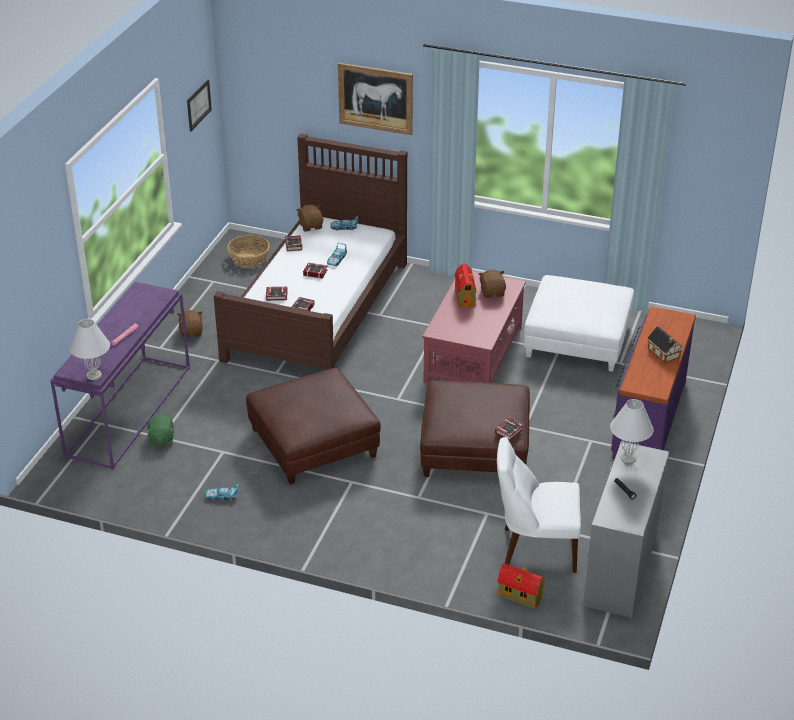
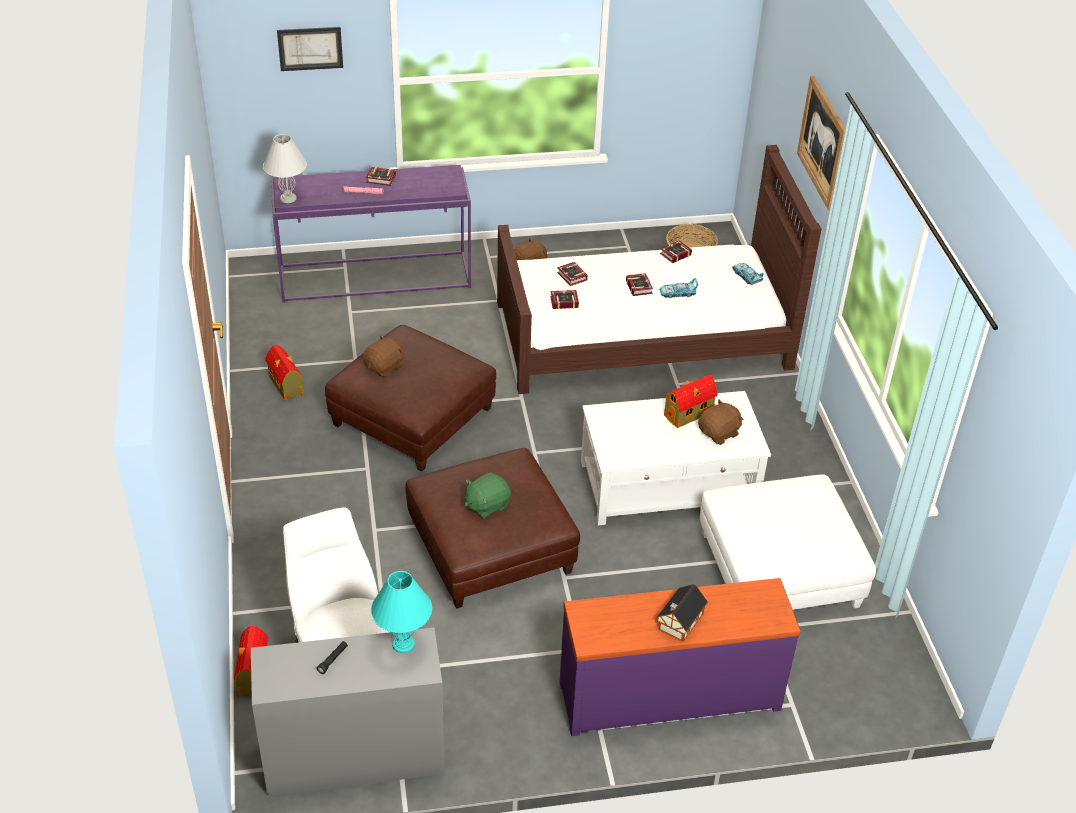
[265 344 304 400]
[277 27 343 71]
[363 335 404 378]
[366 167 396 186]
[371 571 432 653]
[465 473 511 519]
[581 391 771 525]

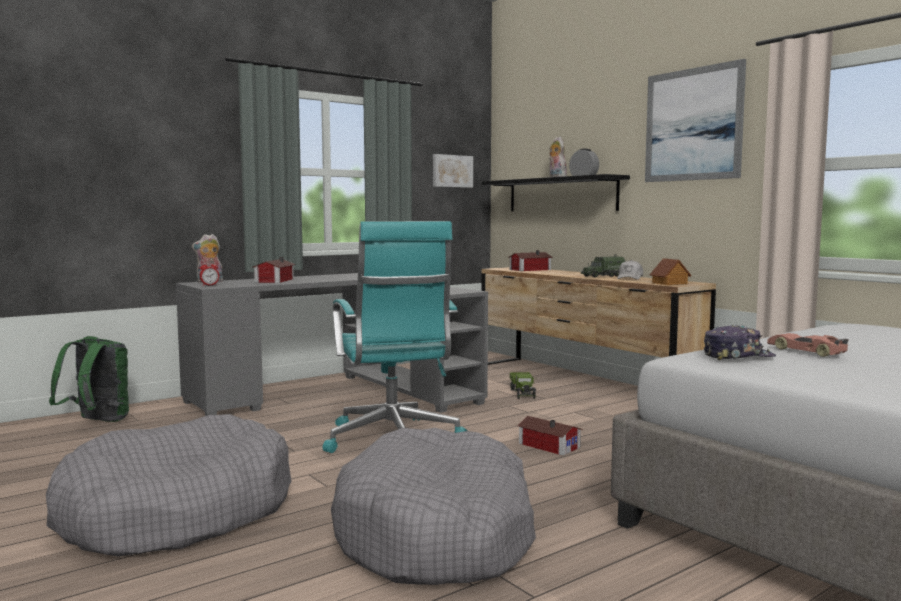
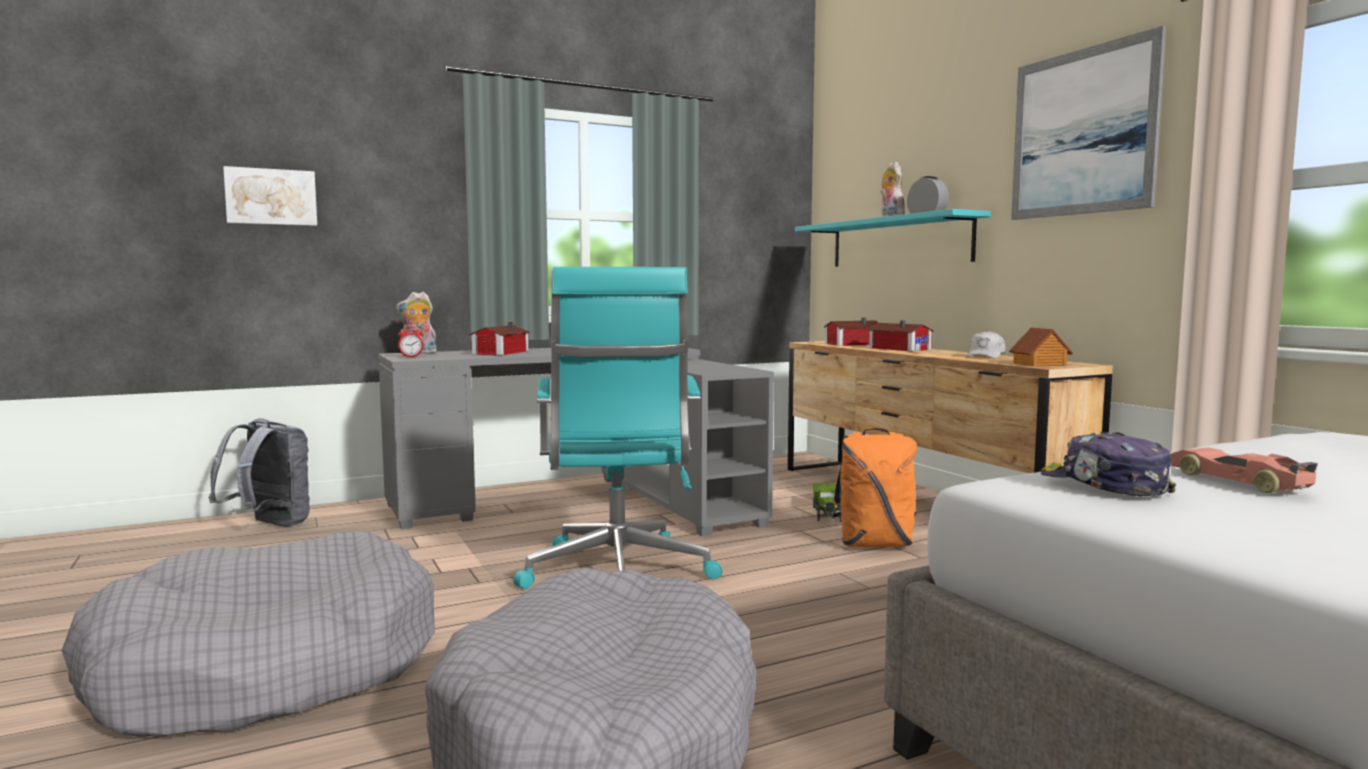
[209 418 310 527]
[223 166 317 226]
[795 209 991 267]
[833 428 917 547]
[868 320 934 351]
[1041 432 1176 496]
[581 254 625 277] (first image)

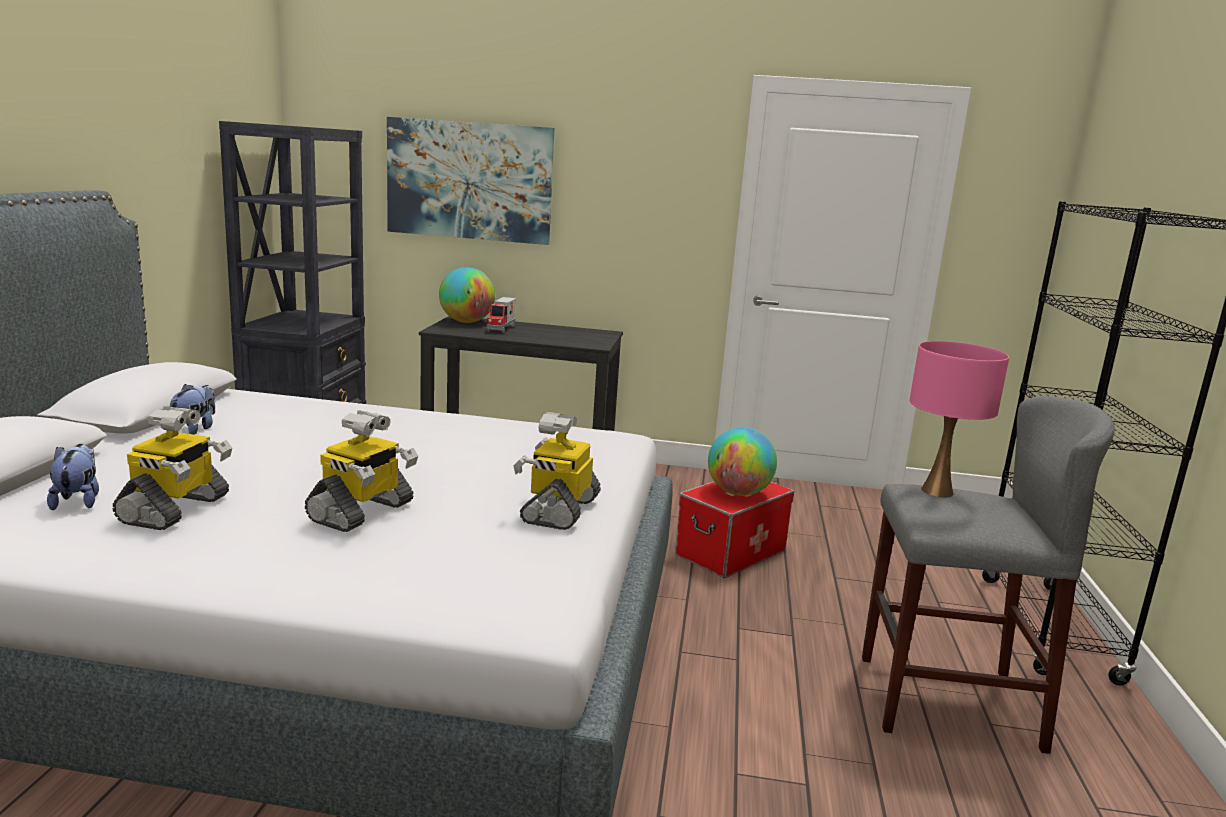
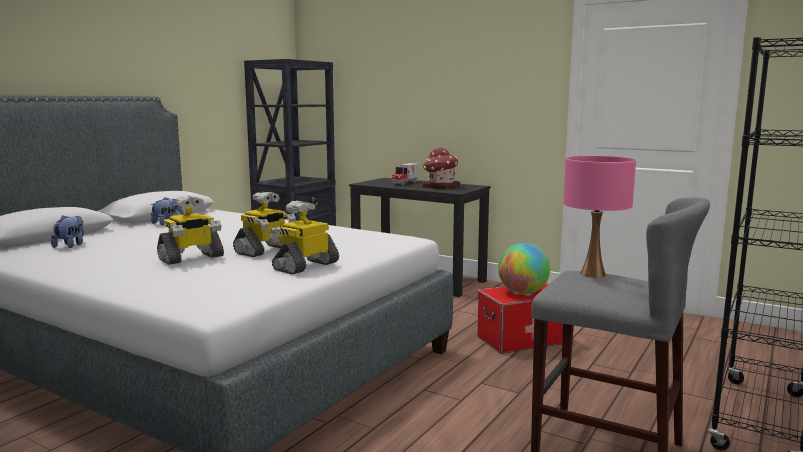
[233 192 296 257]
[422 147 460 189]
[387 117 554 245] (first image)
[439 267 495 323] (first image)

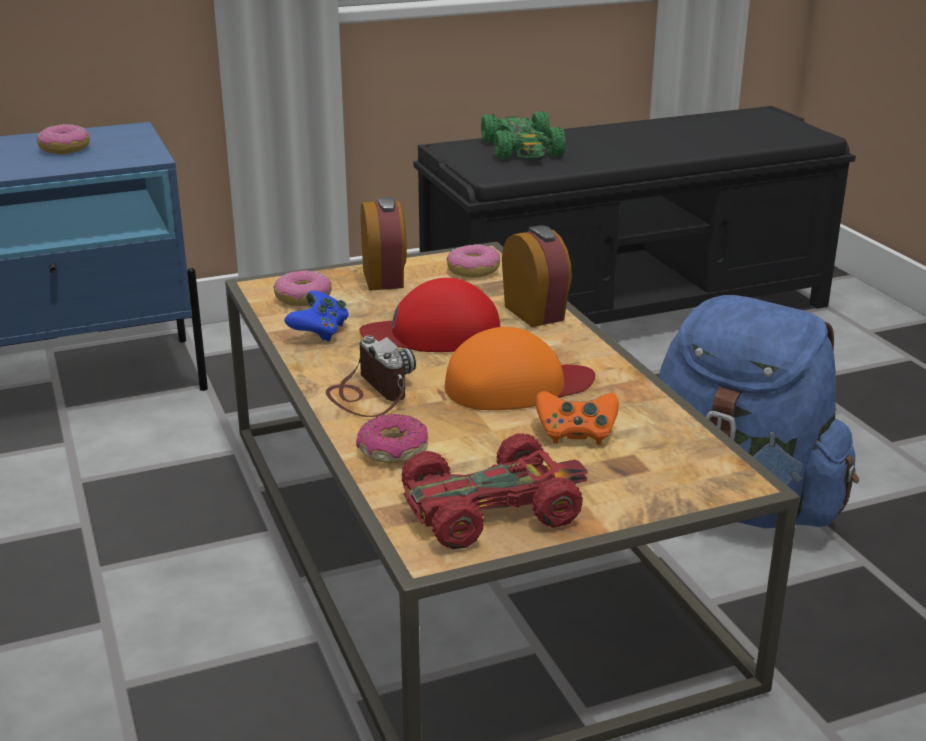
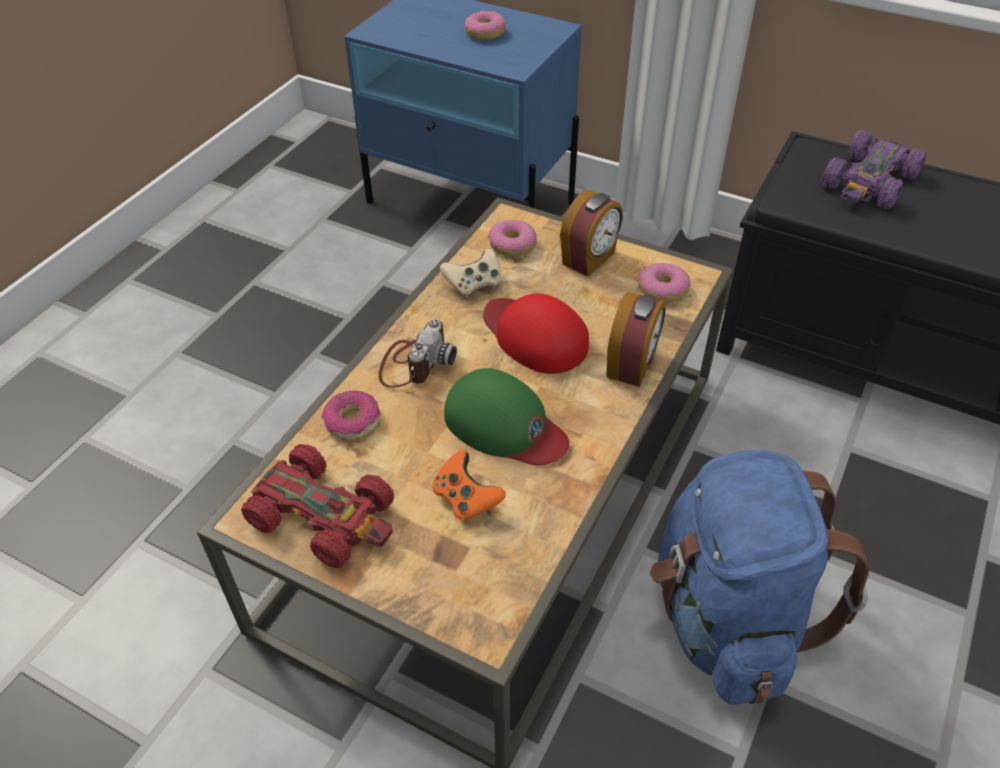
[440 249 501 298]
[444 368 569 466]
[821 130 927 209]

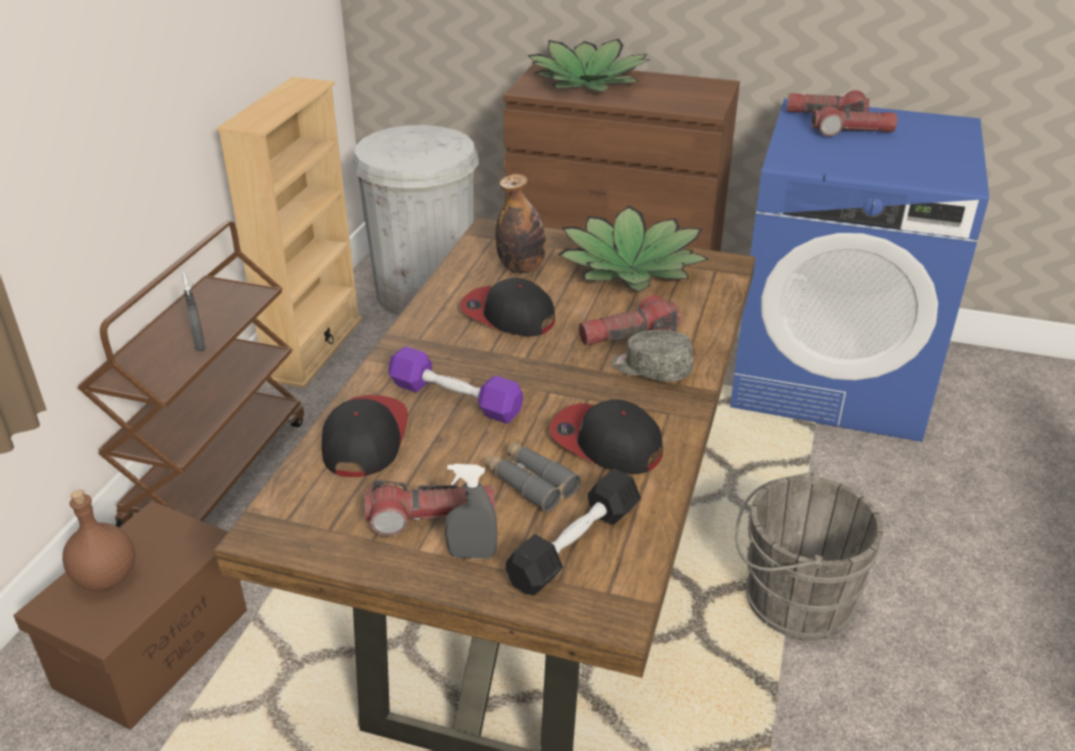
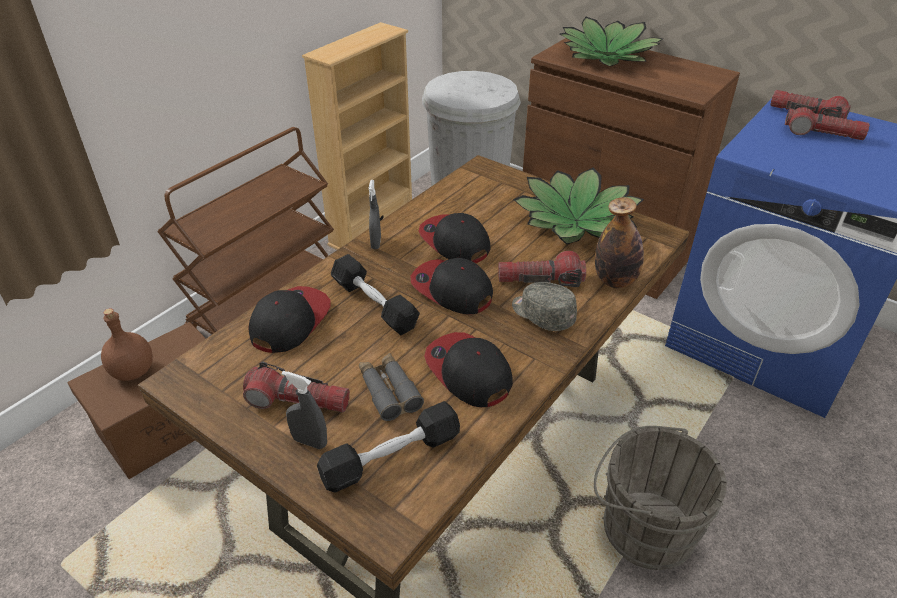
[331 254 420 335]
[369 180 381 249]
[411 258 493 314]
[595 197 644 288]

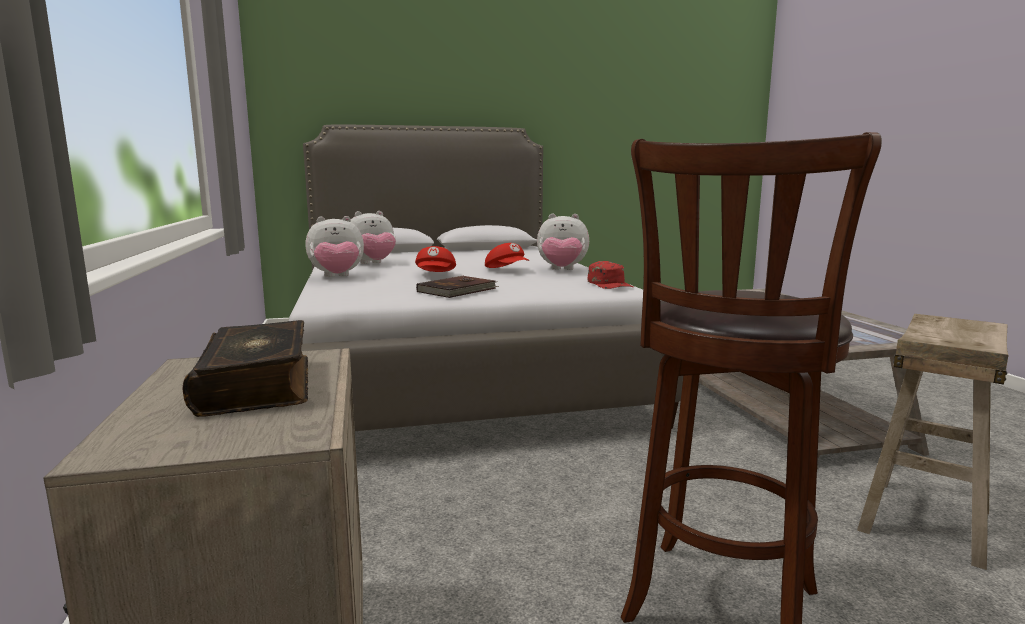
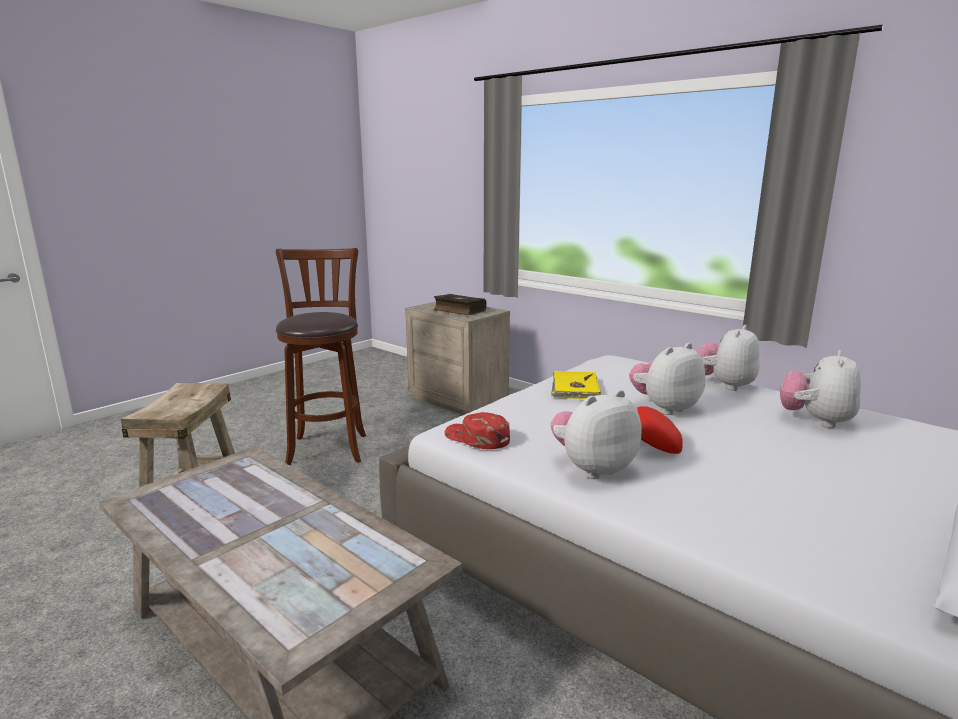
[551 371 601 399]
[629 343 705 415]

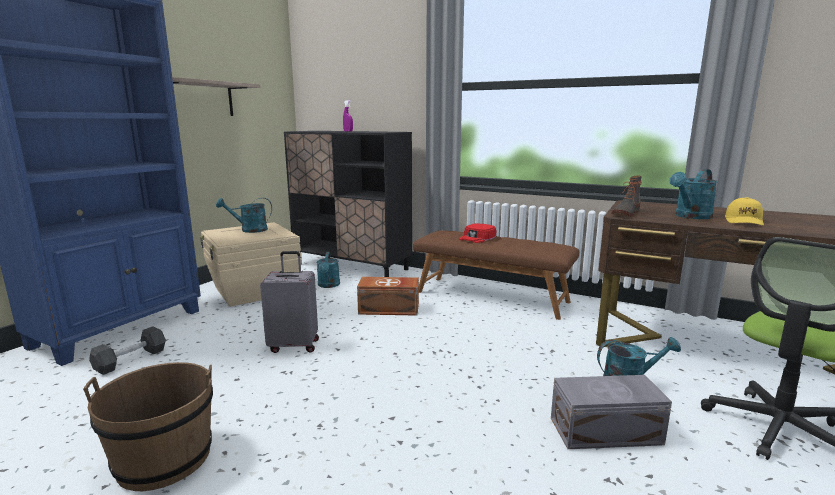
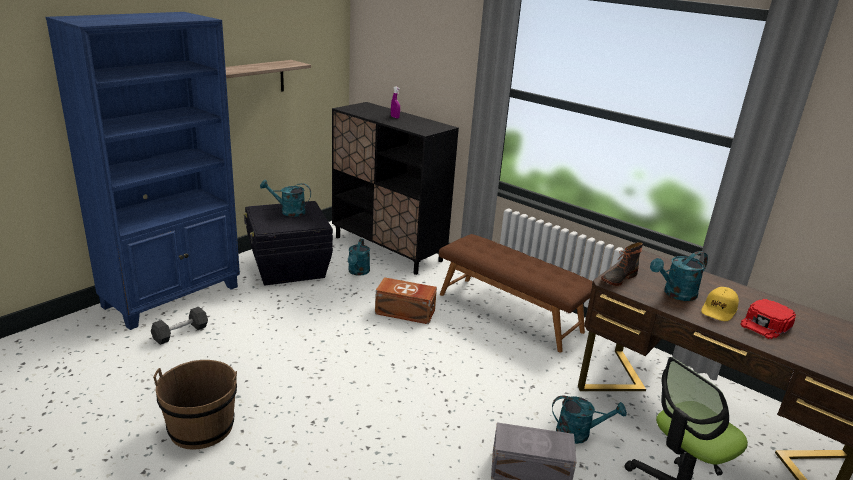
[243 201 333 286]
[740 299 796 339]
[260 251 319 353] (first image)

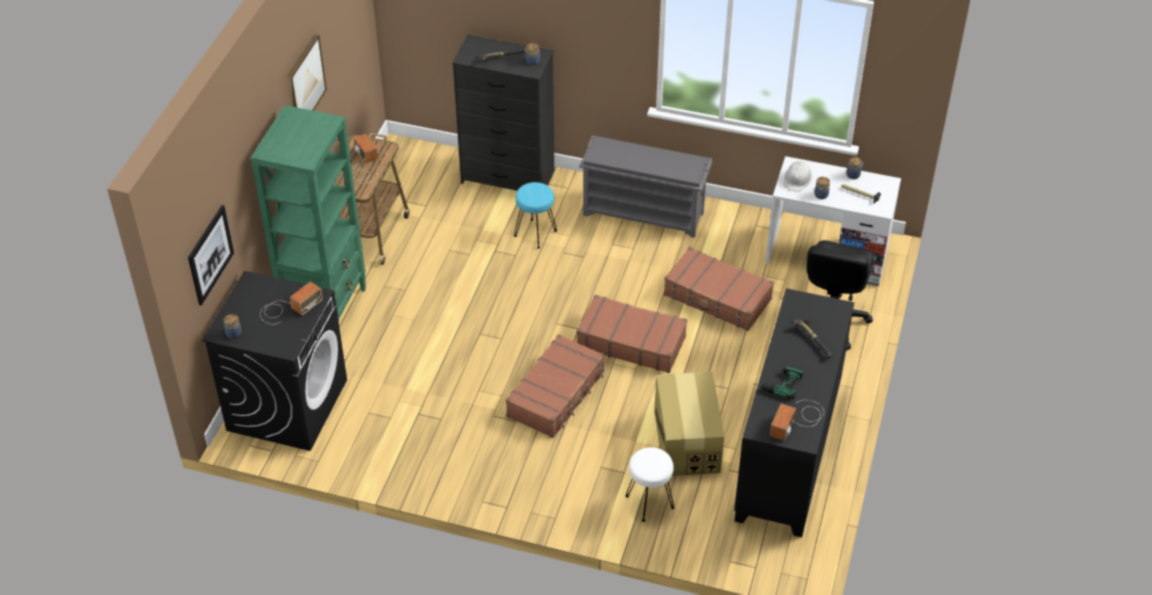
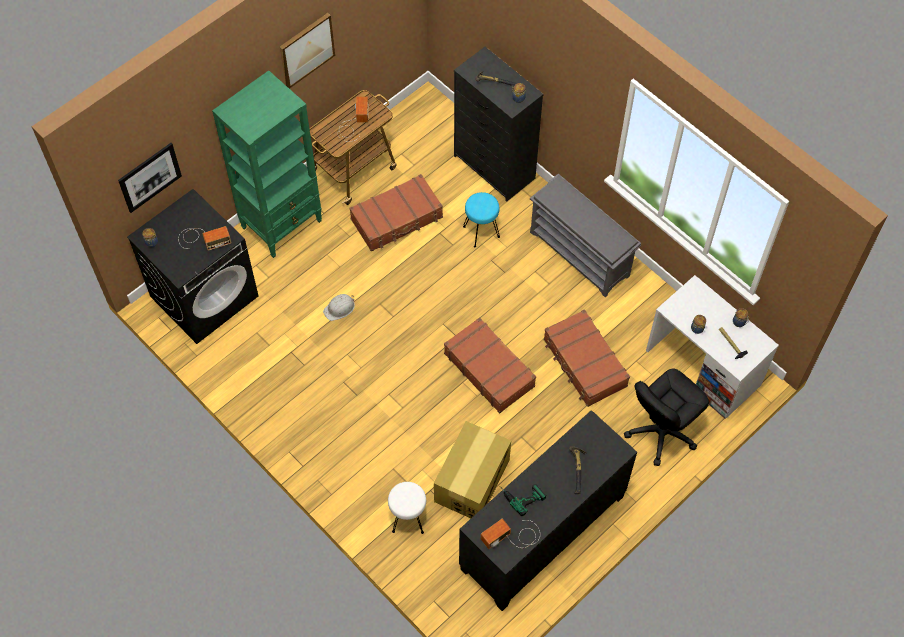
[323 294 355 321]
[349 174 443 252]

